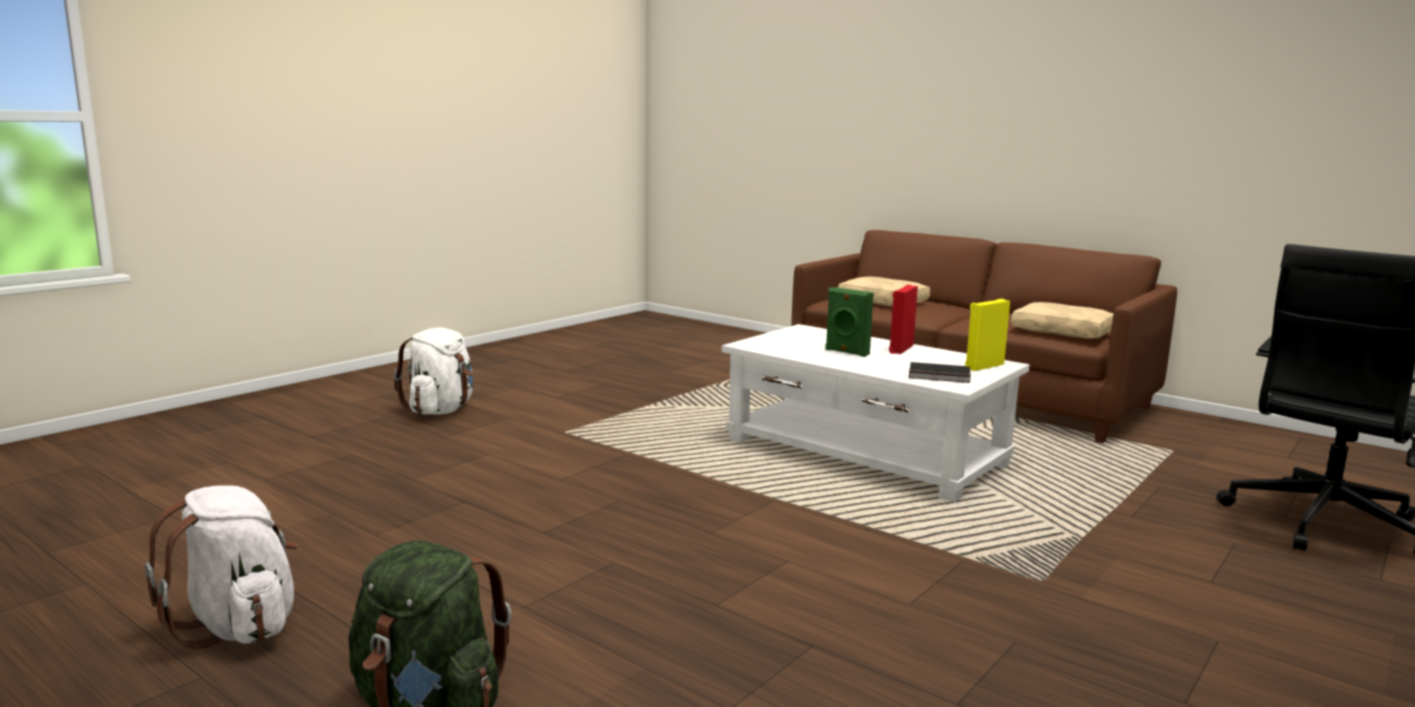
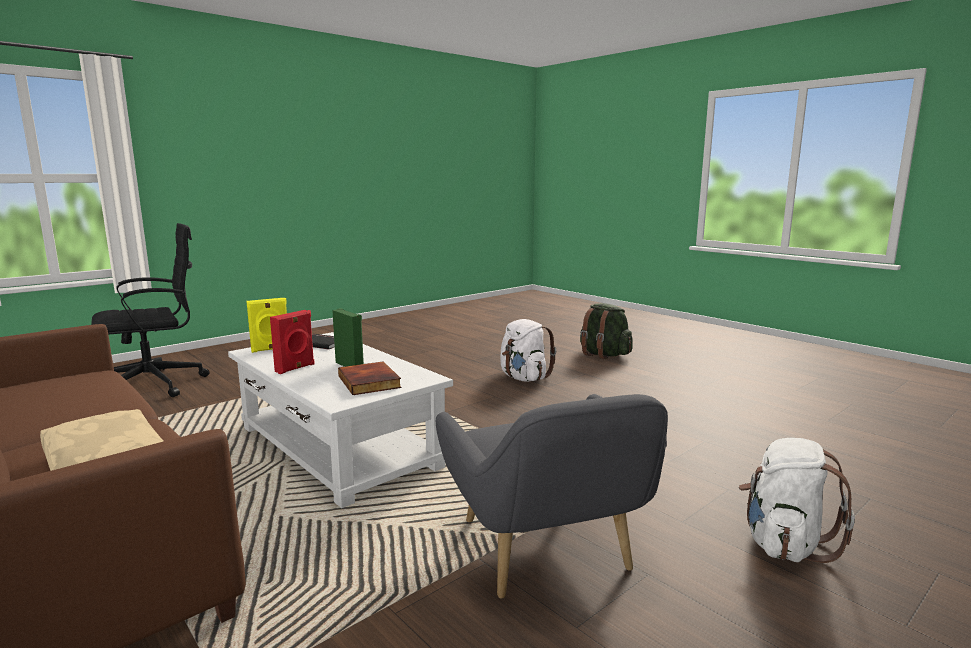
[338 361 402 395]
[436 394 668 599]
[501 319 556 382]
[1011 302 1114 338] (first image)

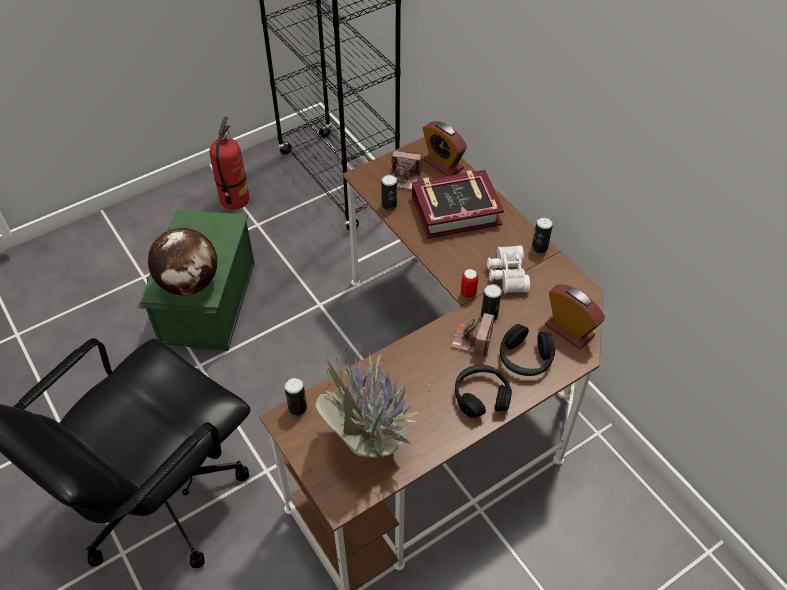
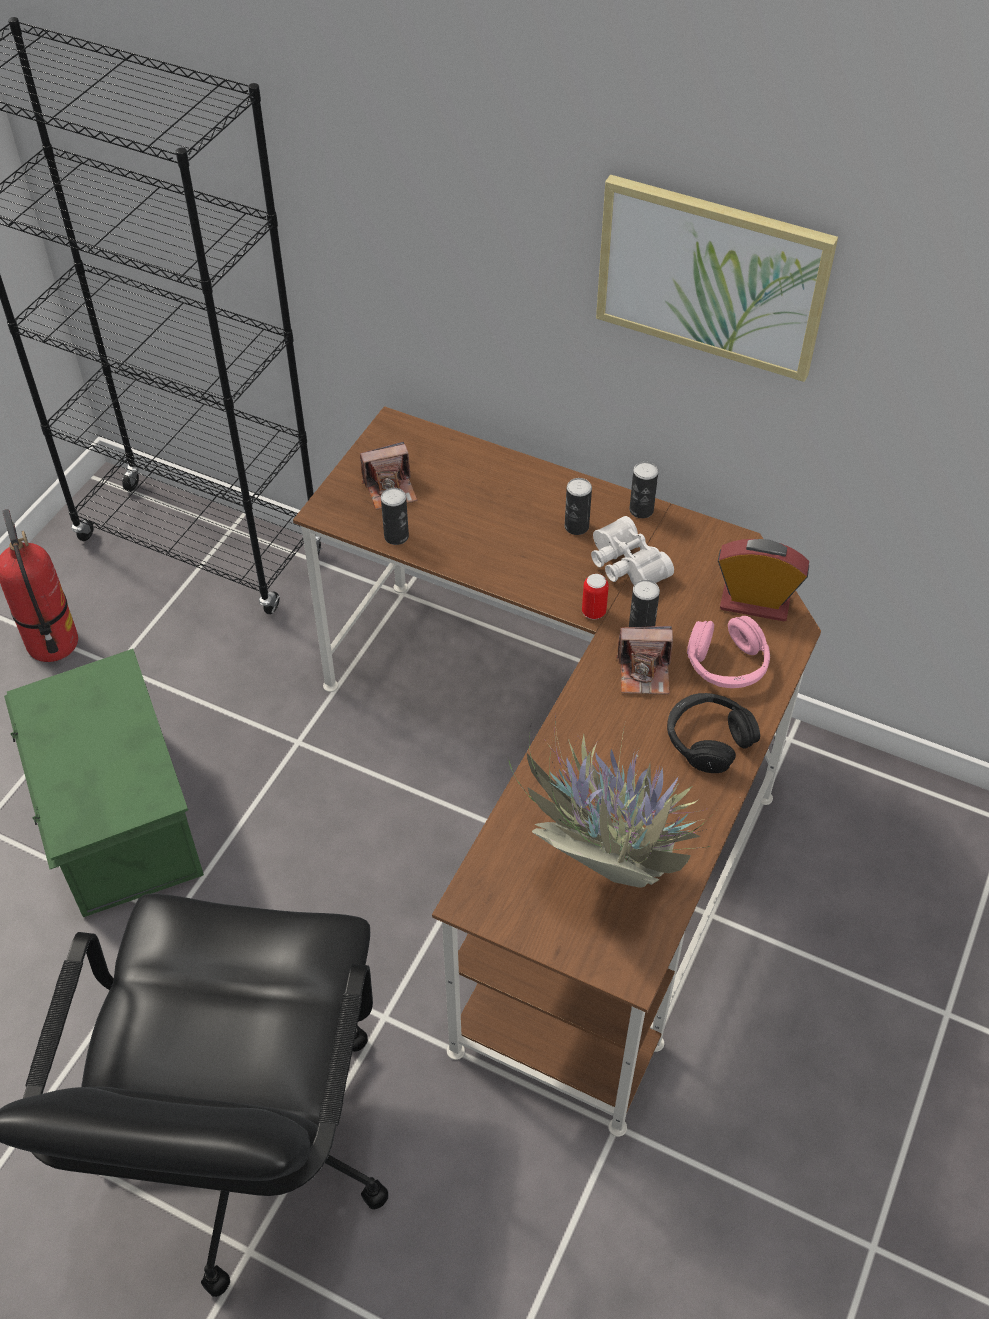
[565 478 592 535]
[596 175 838 382]
[616 626 673 695]
[687 616 770 688]
[148 228 218 295] (first image)
[412 170 504 239] (first image)
[423 121 467 176] (first image)

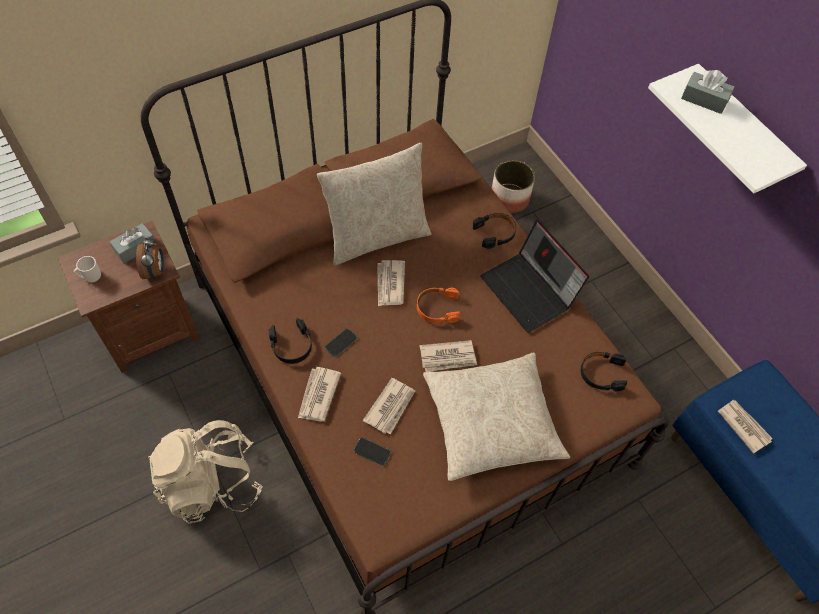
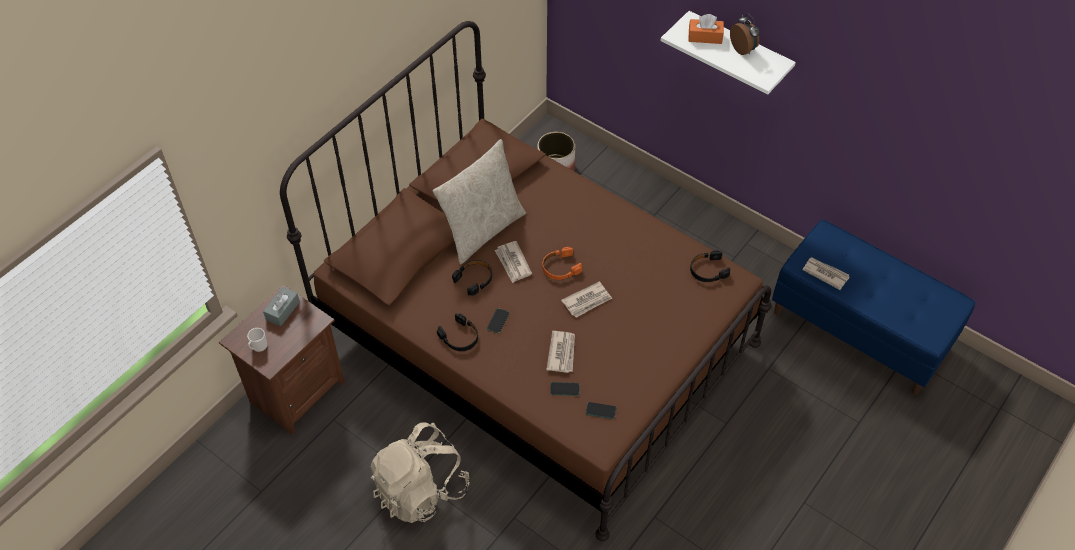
[452 260 492 296]
[585 402 616 419]
[688 14 724 44]
[730 14 760 55]
[298 367 341 422] (first image)
[423 353 570 481] (first image)
[480 220 589 333] (first image)

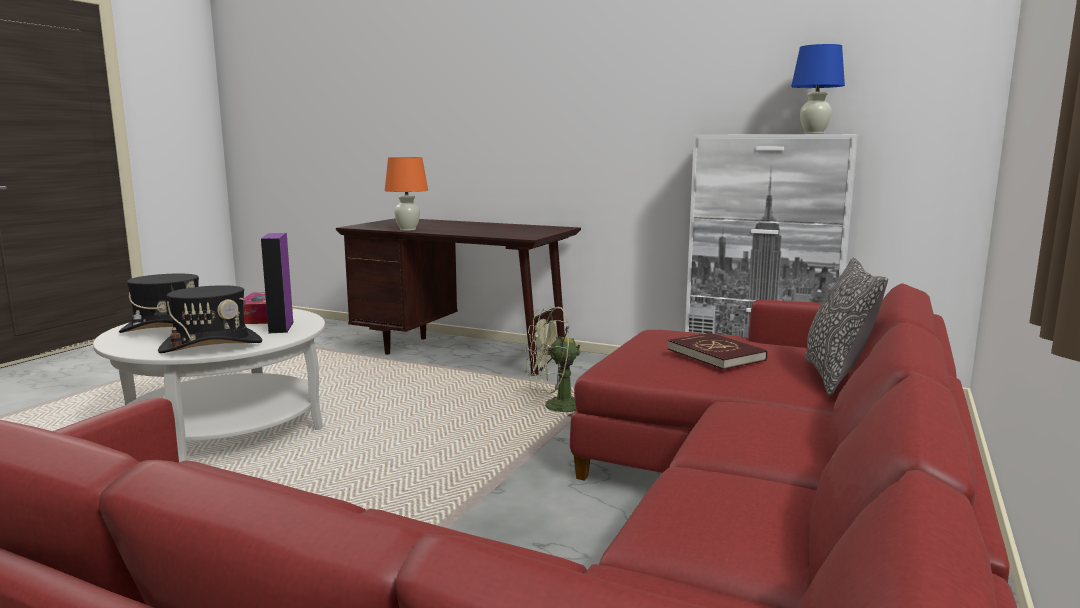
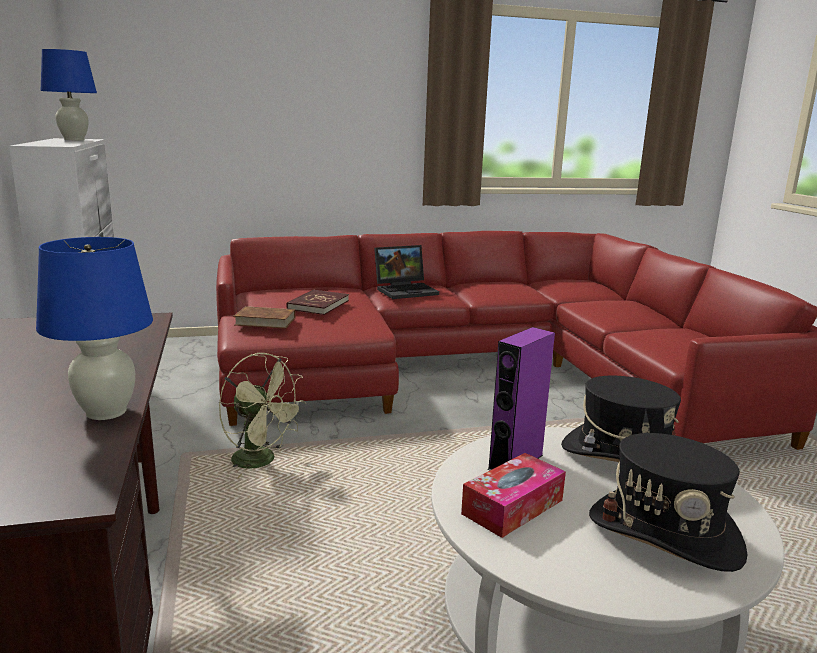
[36 237 153 420]
[233 306 295 329]
[374 245 439 299]
[805 257 888 396] (first image)

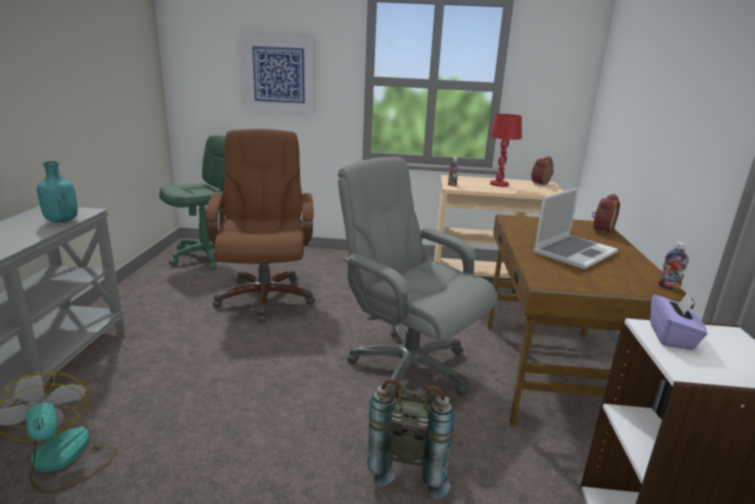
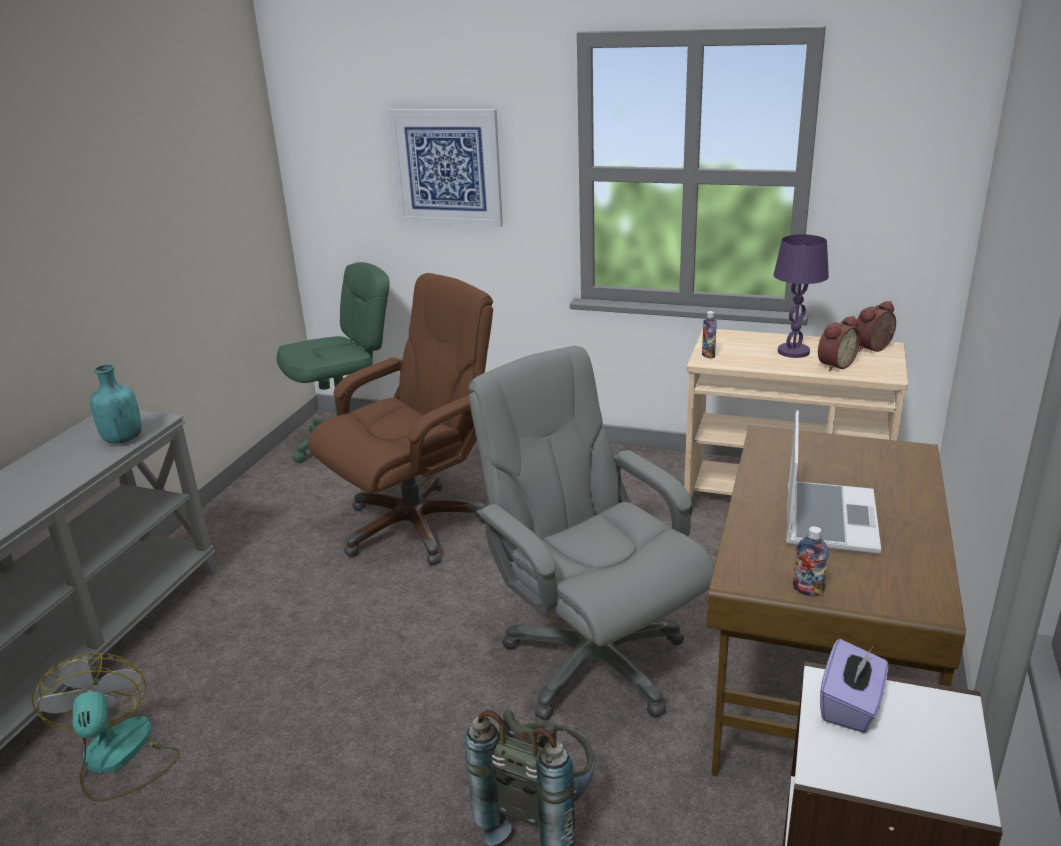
[308 273 493 565]
[774 234 829 358]
[786 410 881 554]
[793 526 829 596]
[818 316 860 371]

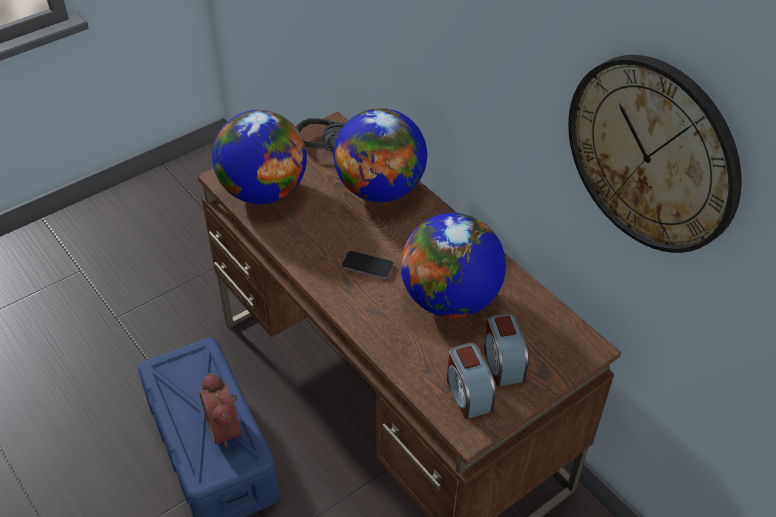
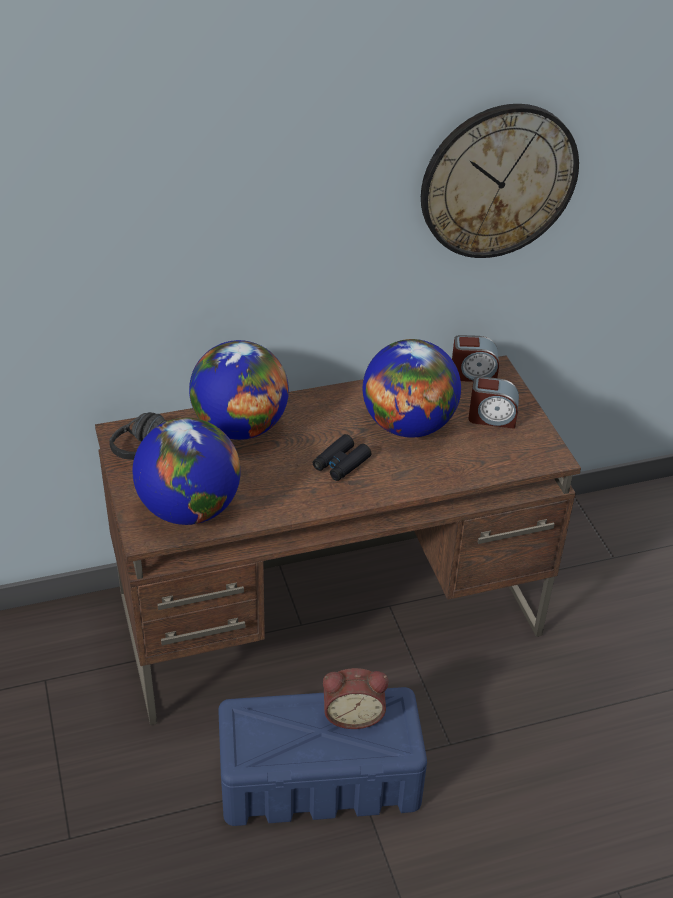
[313 434 371 481]
[452 335 499 382]

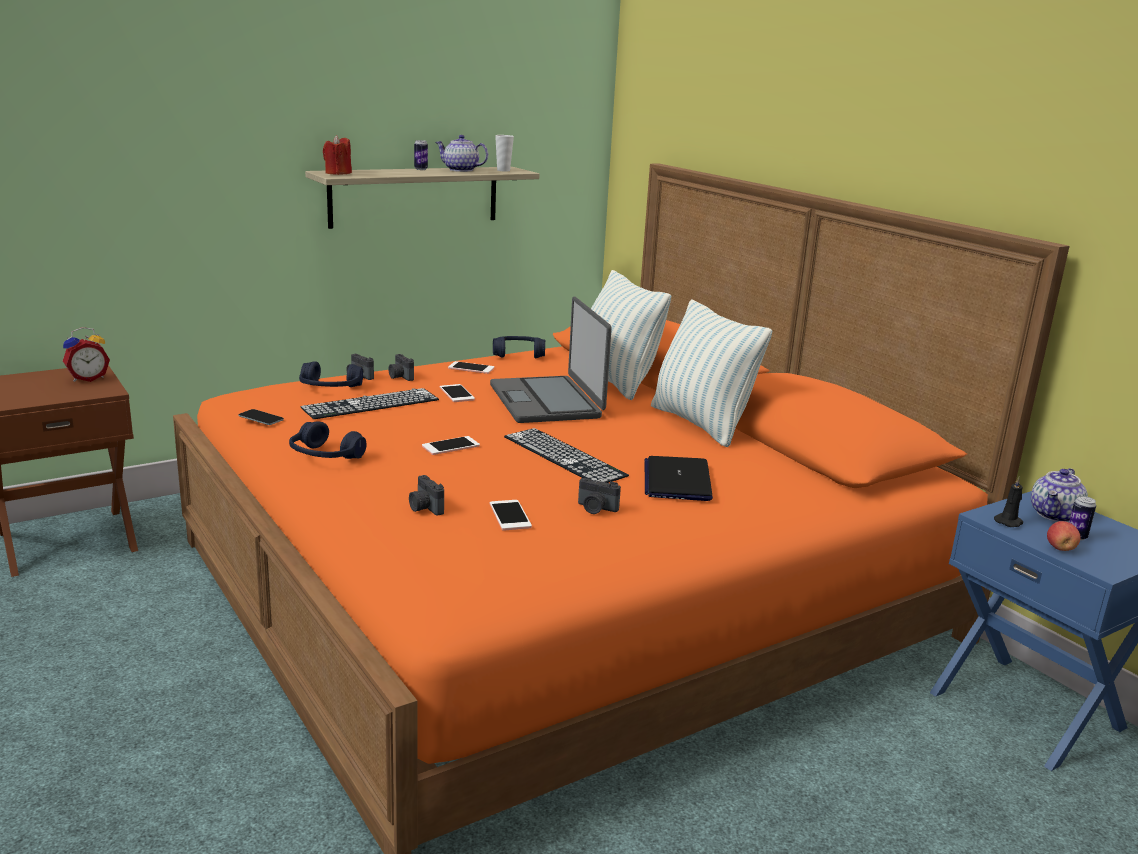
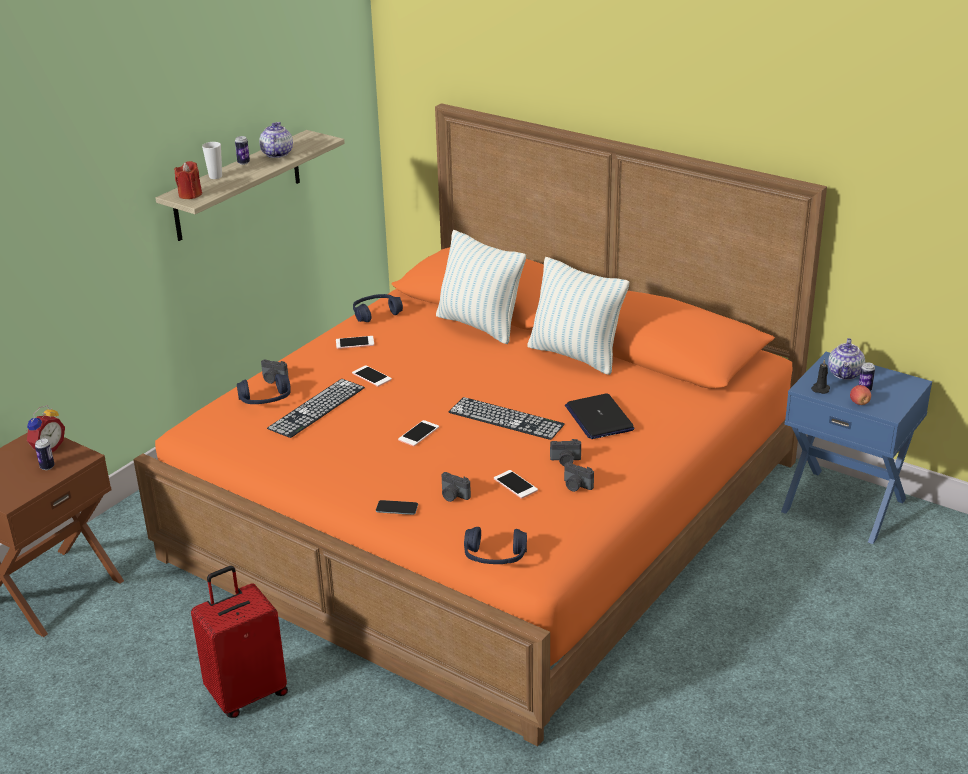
[35 438 55 470]
[191 566 288 718]
[202 142 222 179]
[259 122 293 158]
[376 500 418 515]
[464 527 527 564]
[564 462 594 492]
[490 296 612 423] (first image)

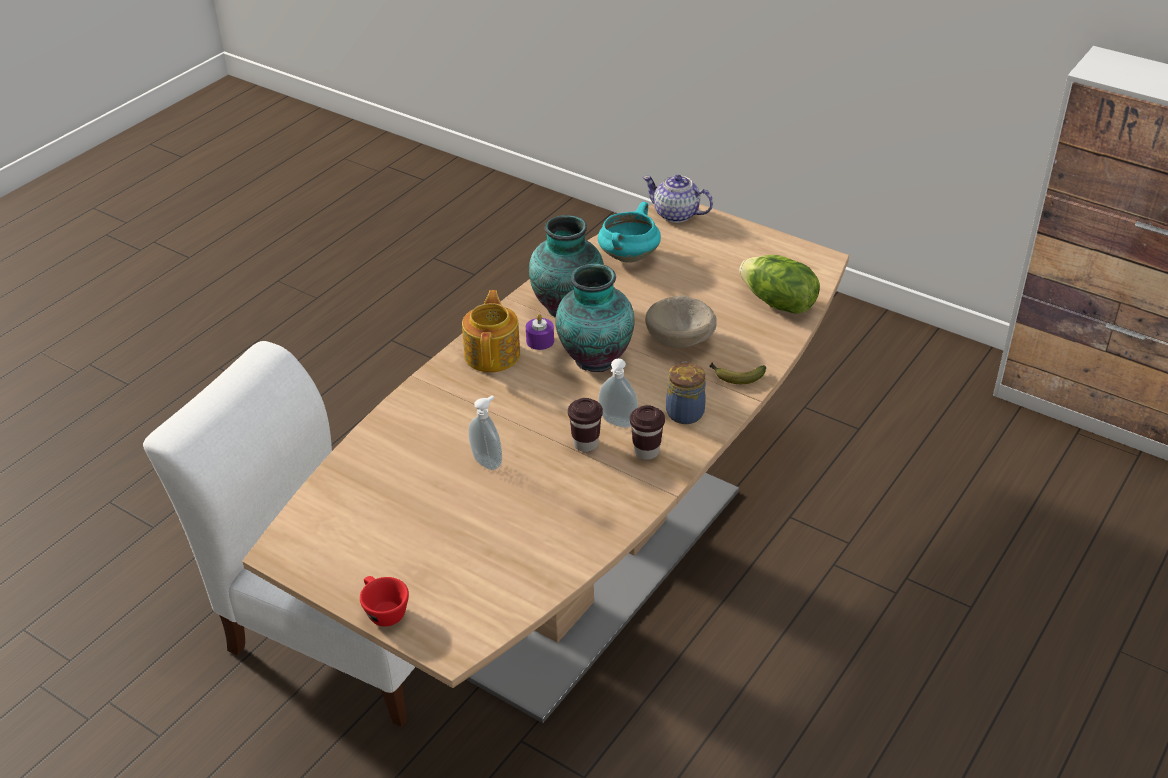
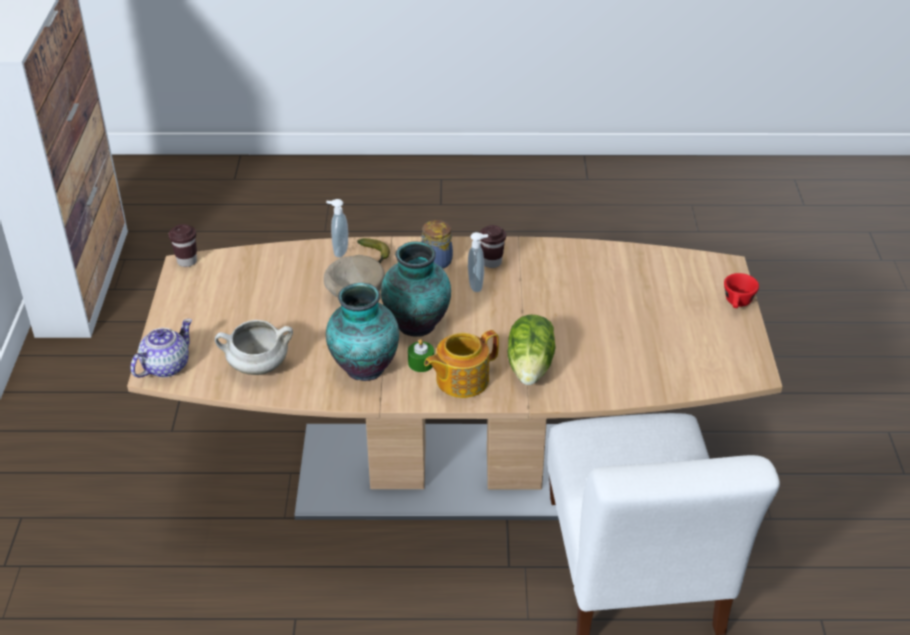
[131 319 192 378]
[169 224 197 267]
[215 320 293 375]
[326 199 348 258]
[408 339 434 372]
[508 315 556 385]

